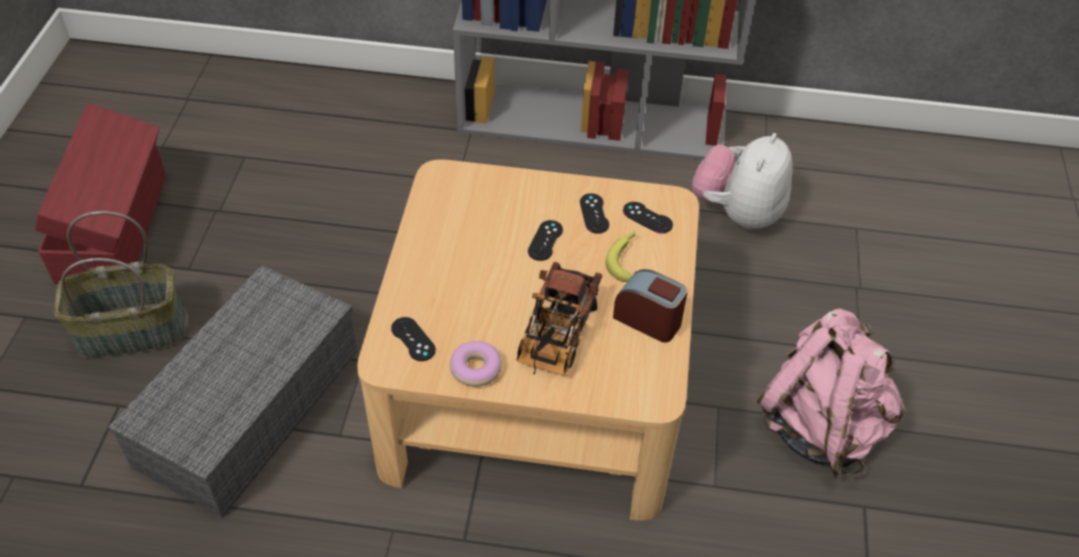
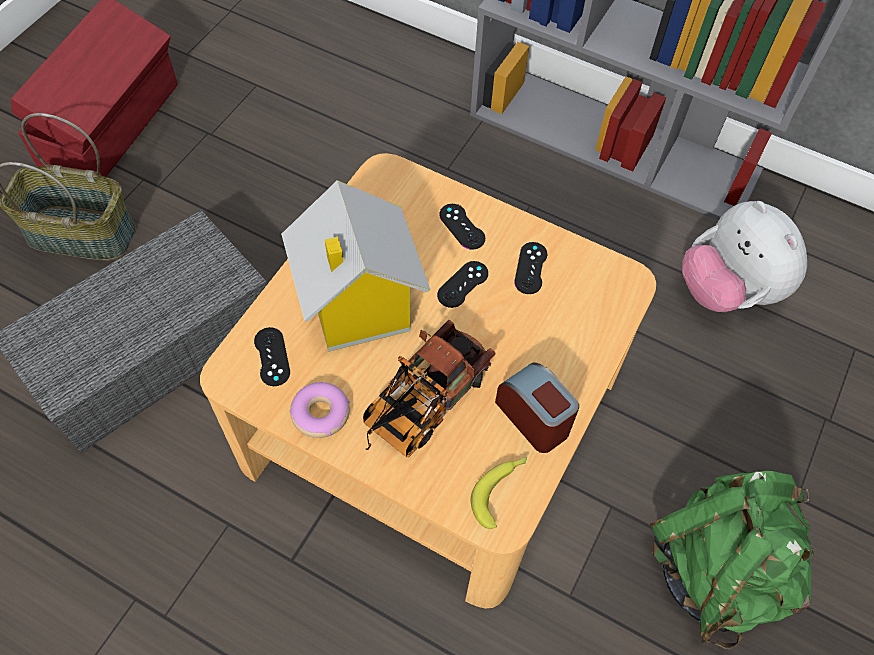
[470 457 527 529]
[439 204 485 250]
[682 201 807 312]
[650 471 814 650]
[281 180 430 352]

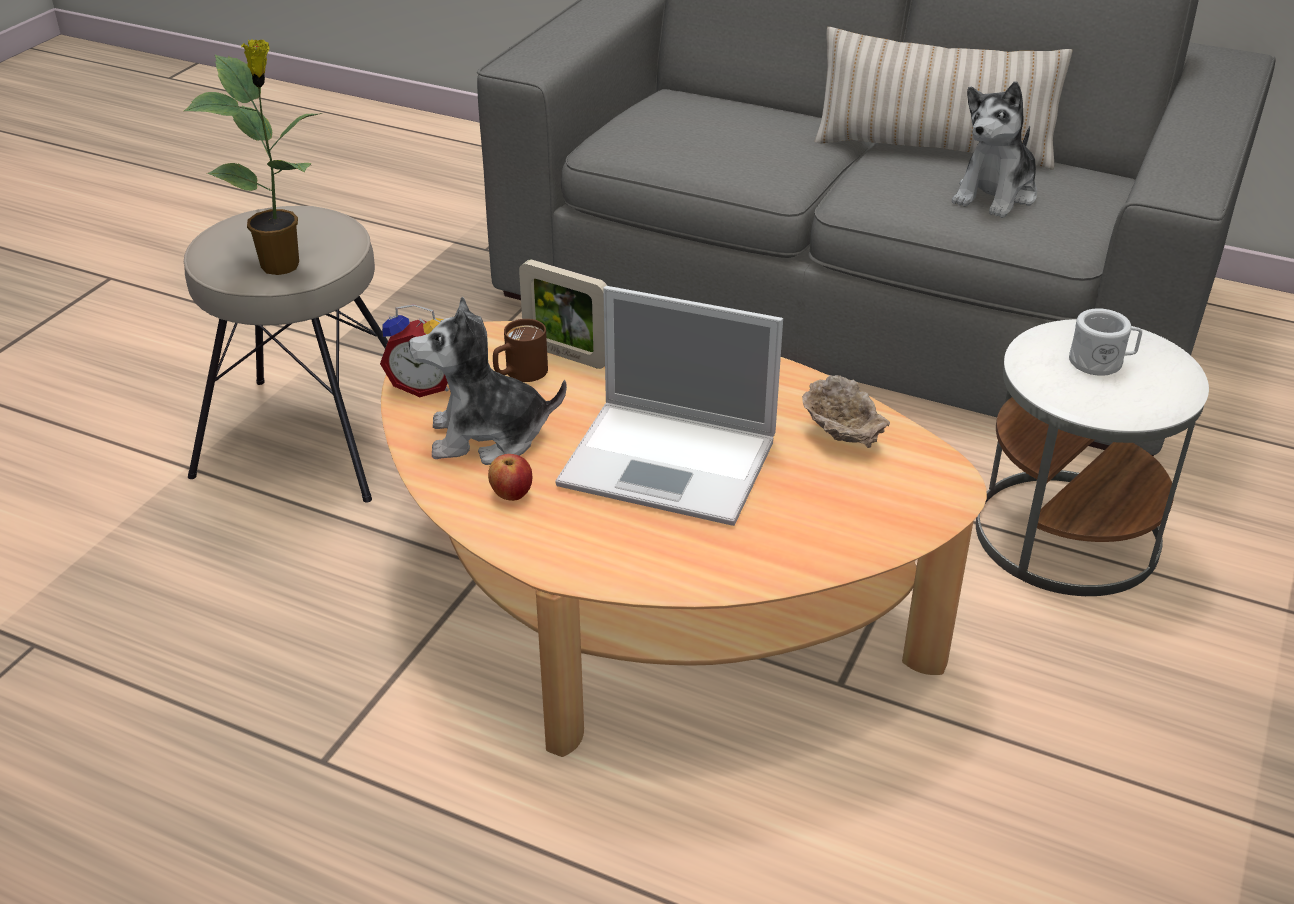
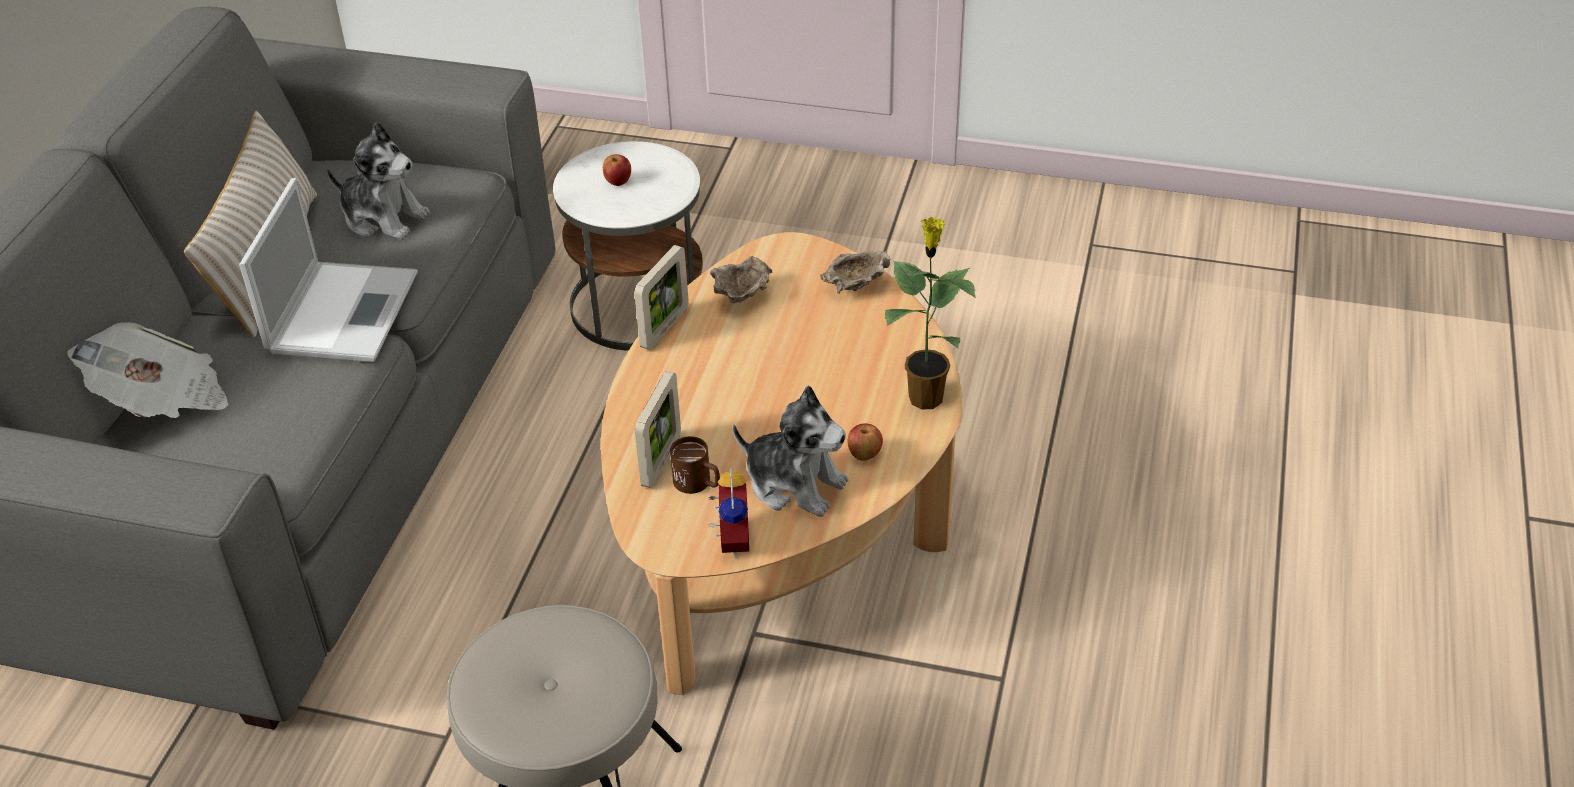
[884 217 976 409]
[733 386 849 517]
[239 178 417 362]
[603 154 631 186]
[67 322 229 418]
[634 245 689 350]
[820 250 891 294]

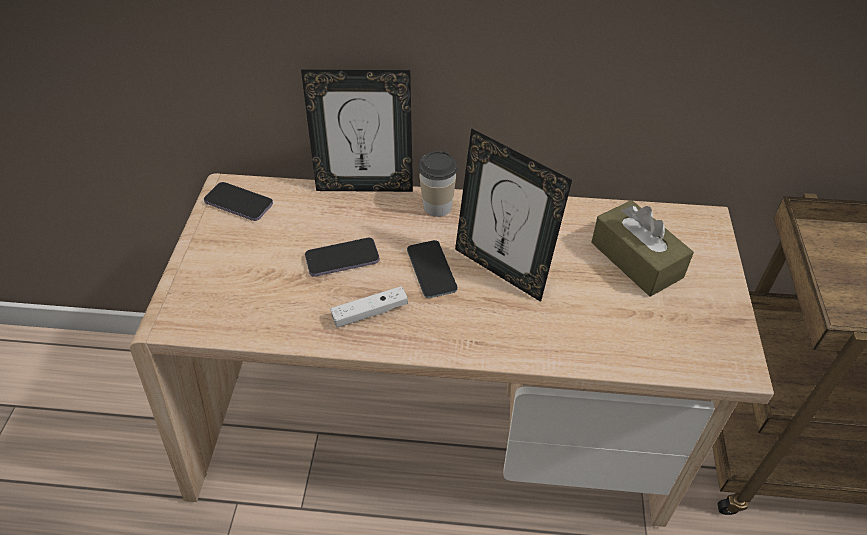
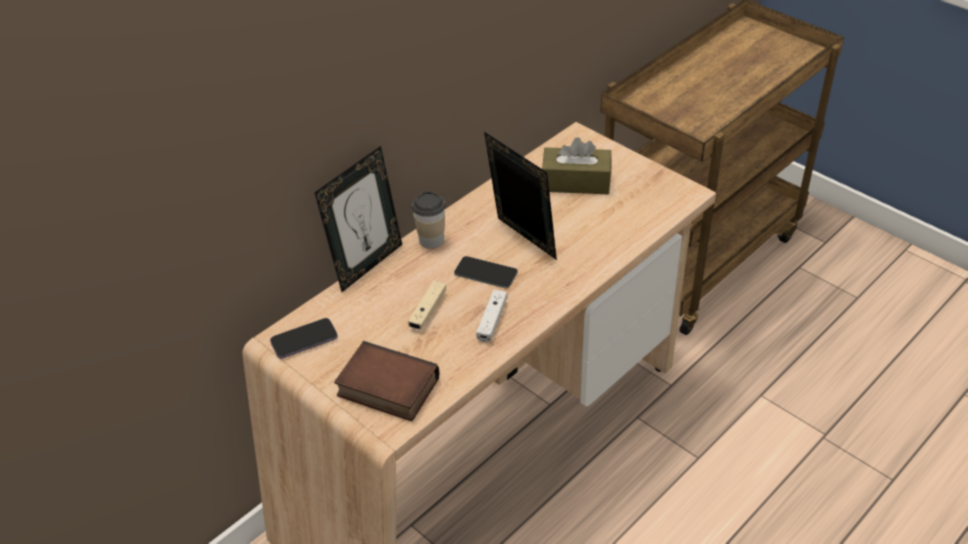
[408 281 446 330]
[484 132 557 260]
[334 341 440 421]

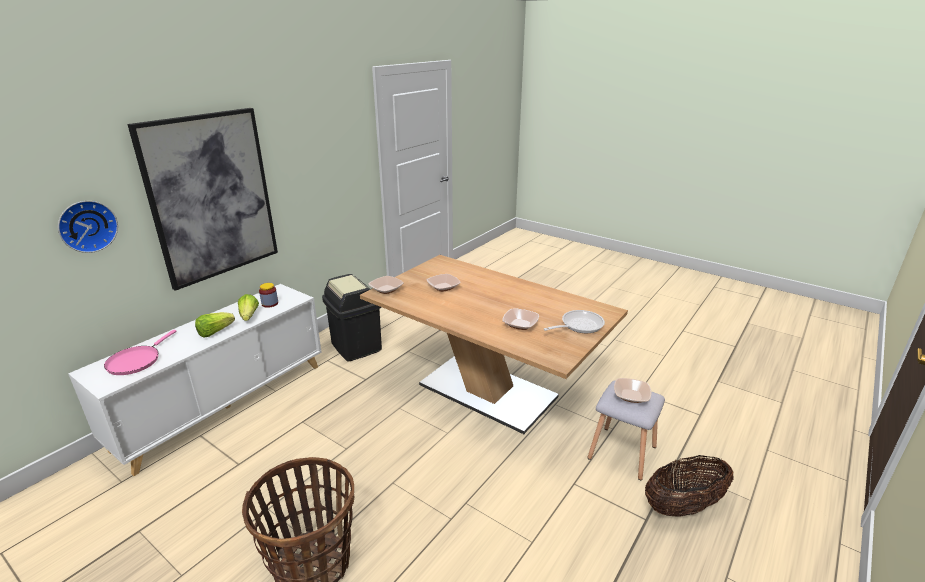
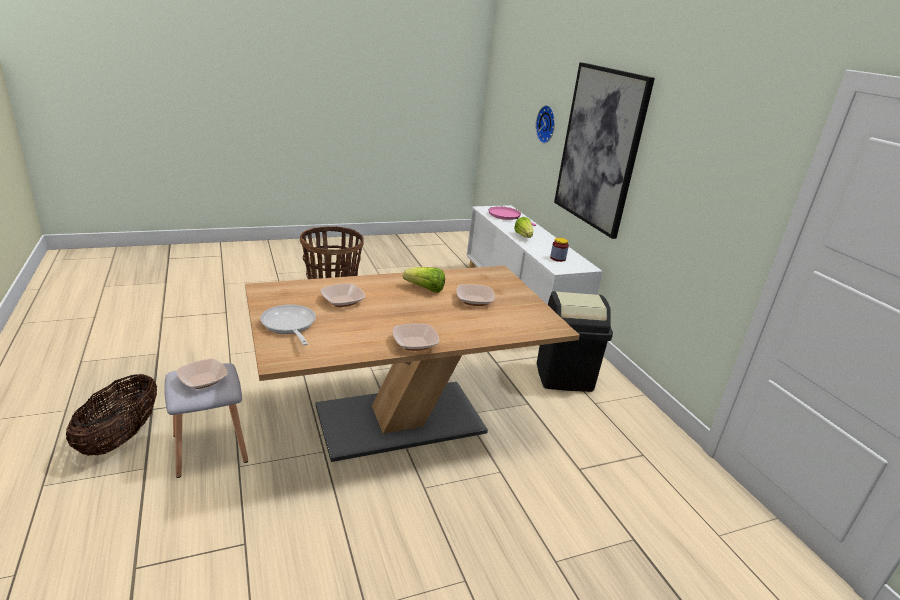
[403 267 445 293]
[392 323 439 351]
[260 305 316 345]

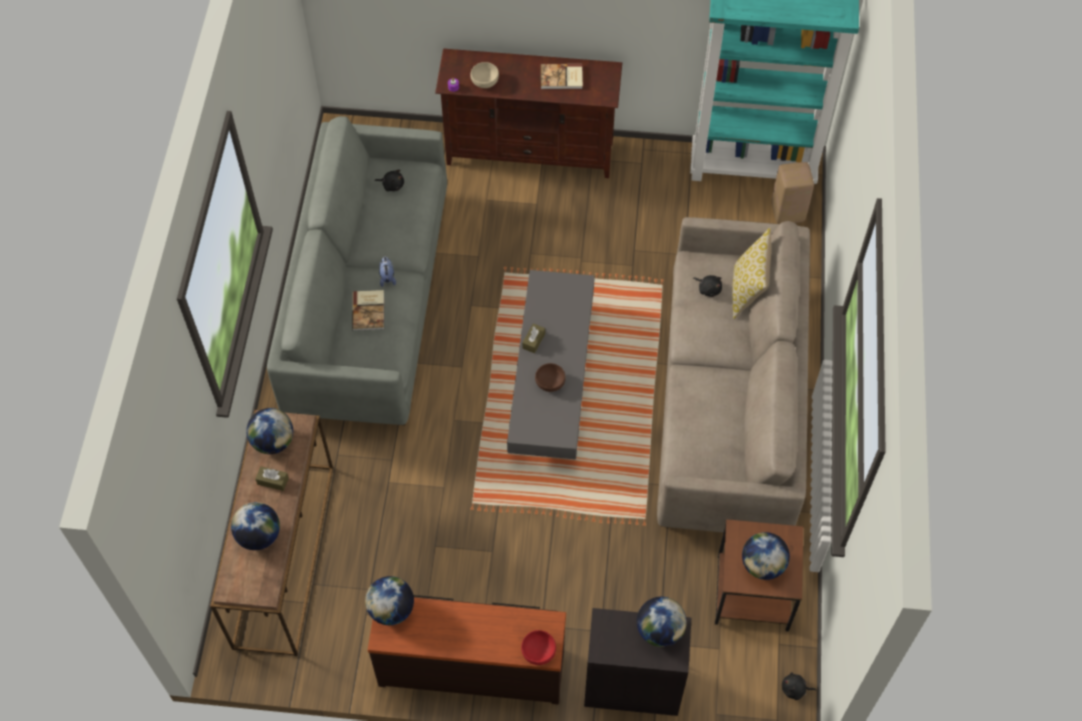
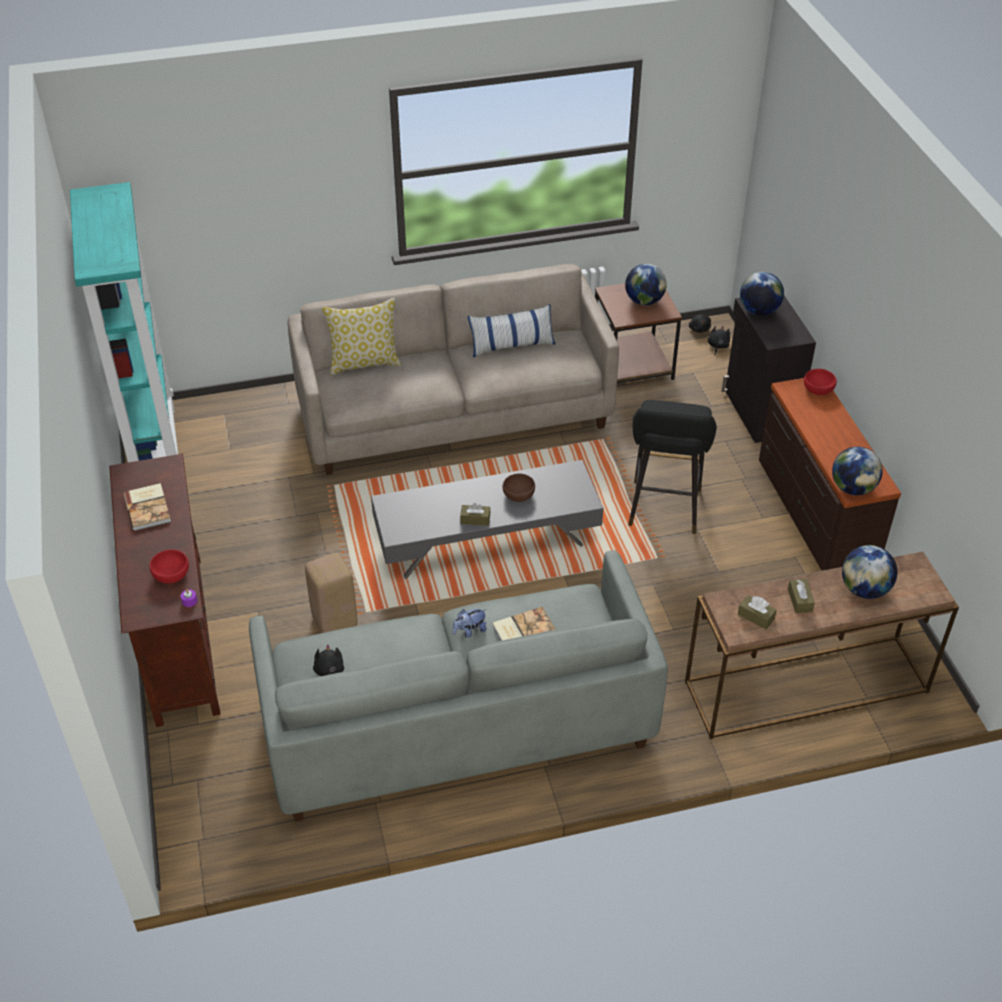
[738 595 777 629]
[150 549 189 583]
[708 326 730 355]
[305 553 358 633]
[467 304 555 358]
[628 400 717 534]

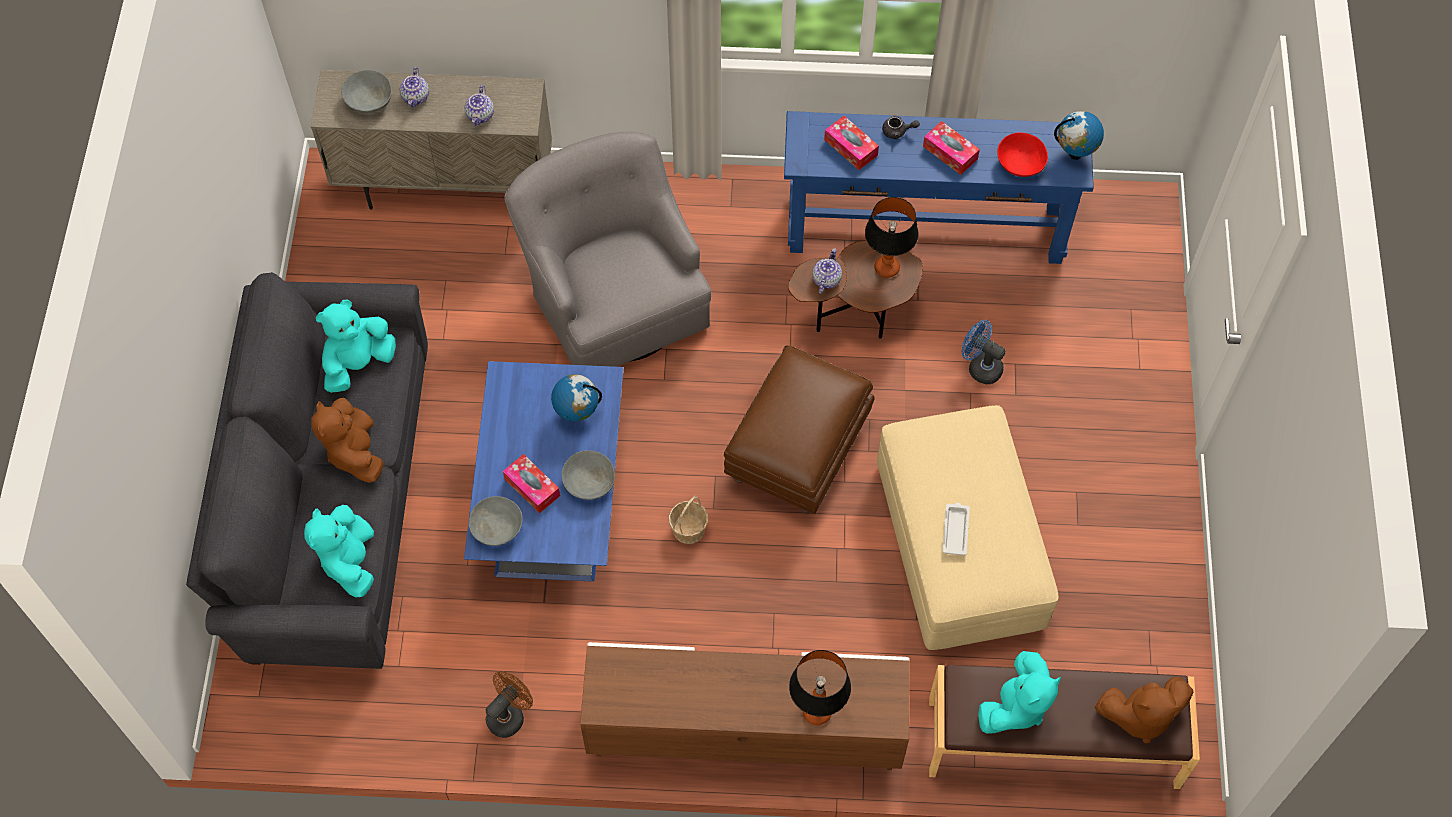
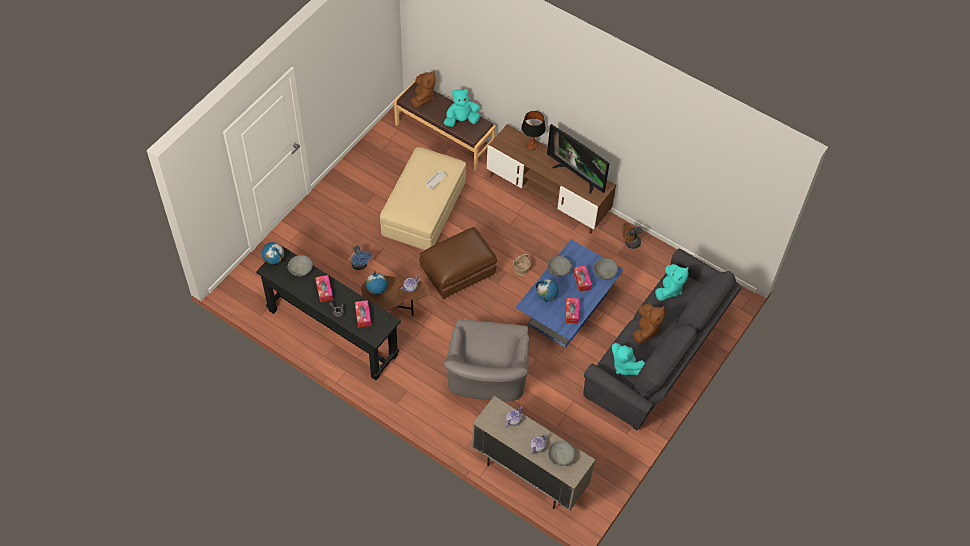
[612 343 646 375]
[256 246 401 380]
[366 271 387 295]
[288 255 313 277]
[410 71 436 108]
[547 124 610 194]
[565 298 579 324]

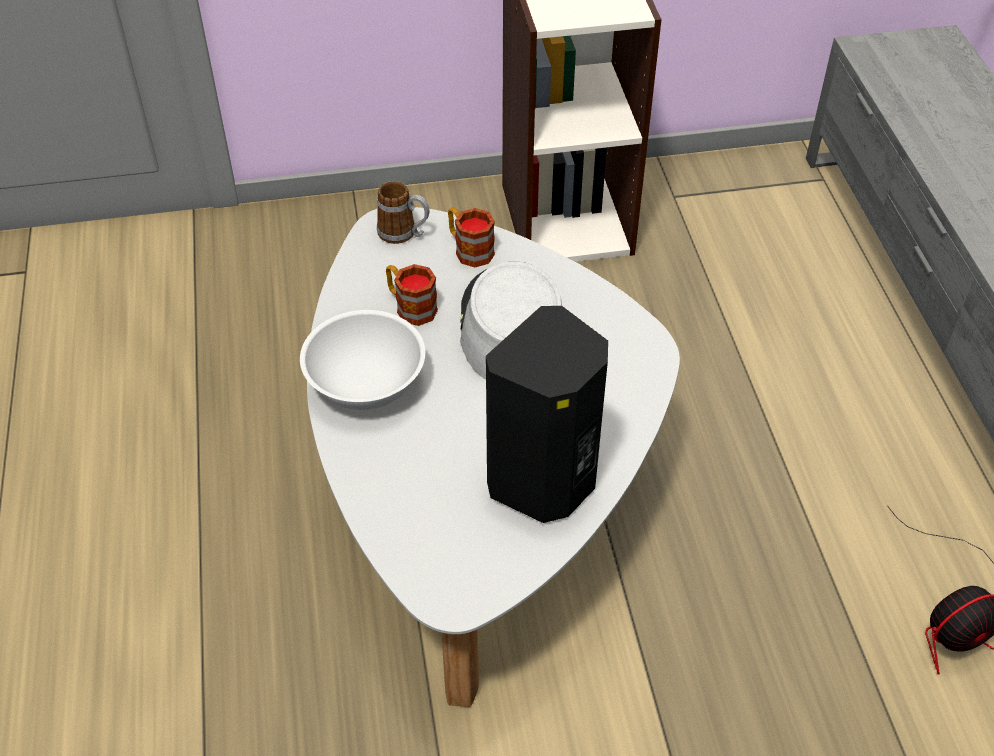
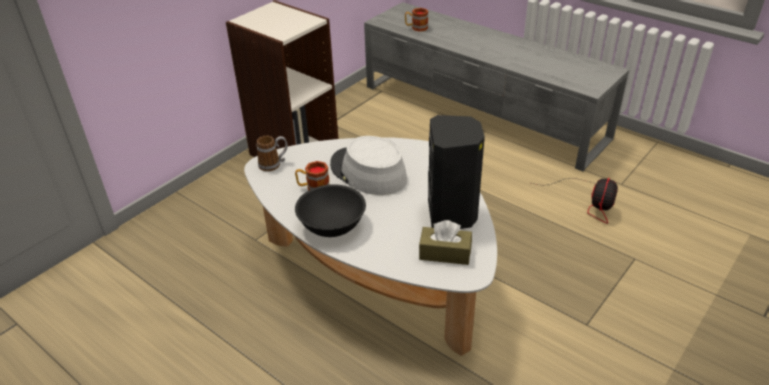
[295 184 366 237]
[405 8 428 32]
[419 220 472 265]

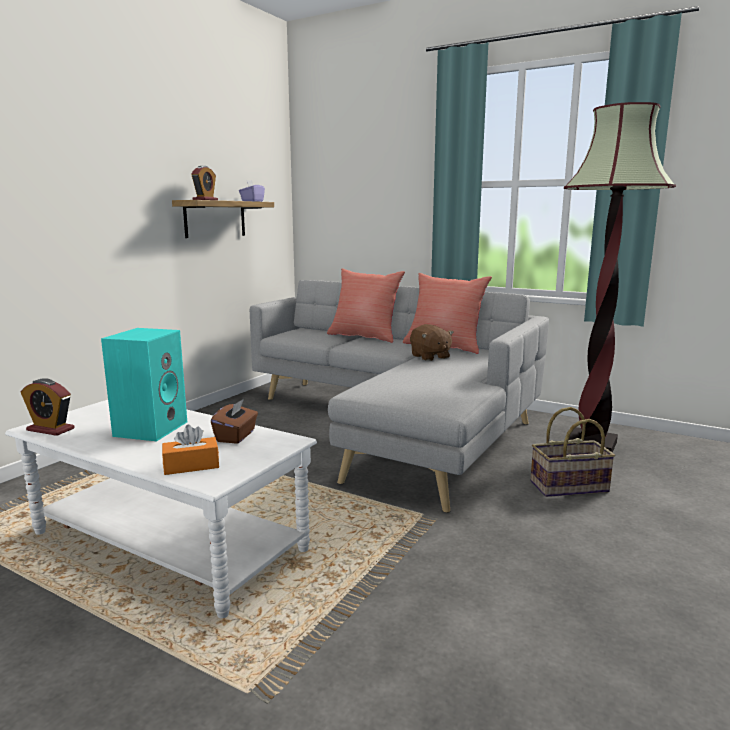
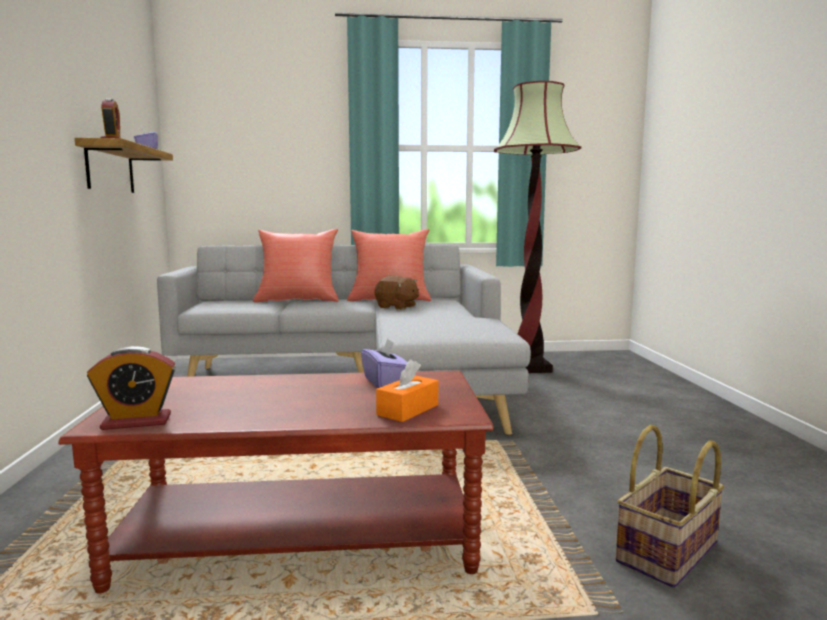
[58 370 494 594]
[101 328 187 441] (first image)
[361 338 408 388]
[615 425 725 588]

